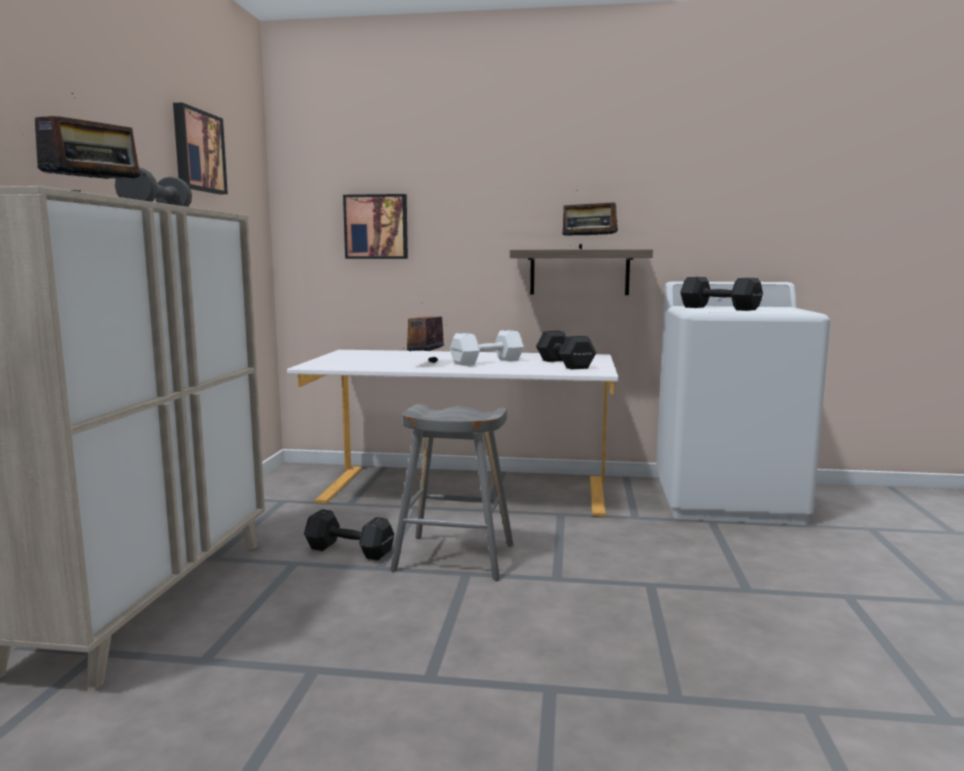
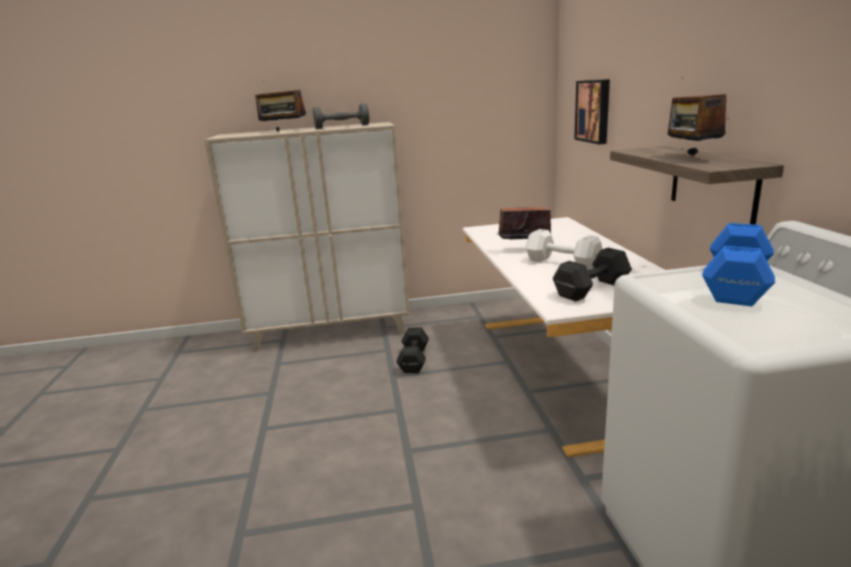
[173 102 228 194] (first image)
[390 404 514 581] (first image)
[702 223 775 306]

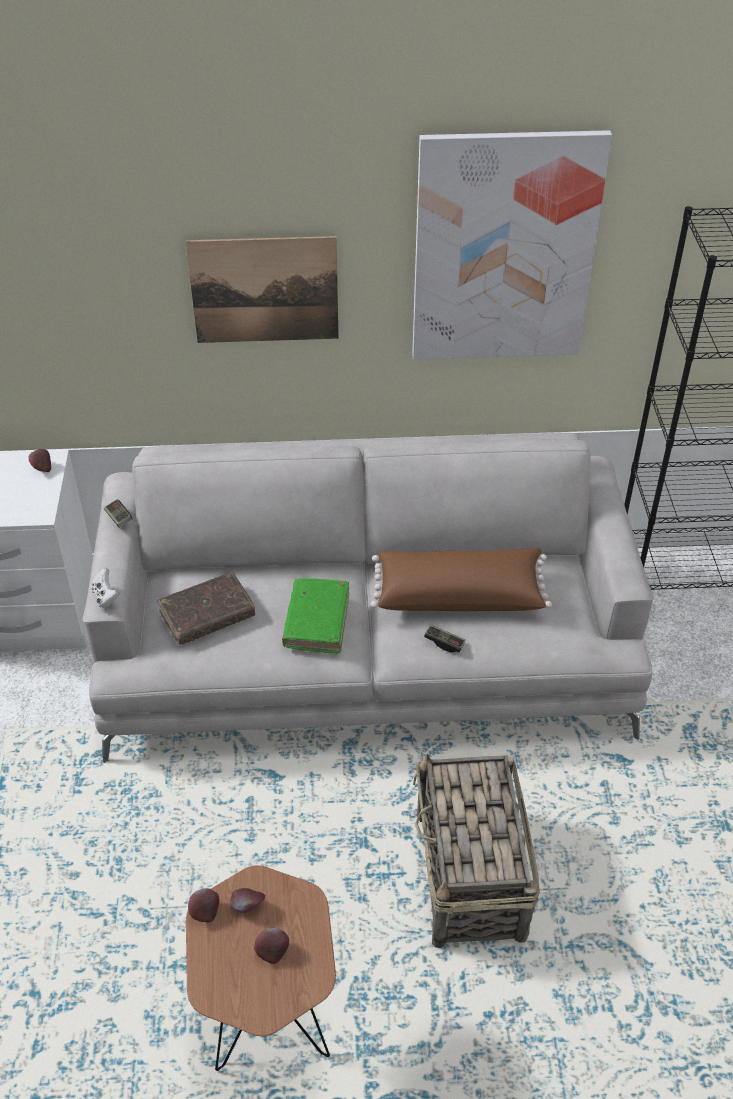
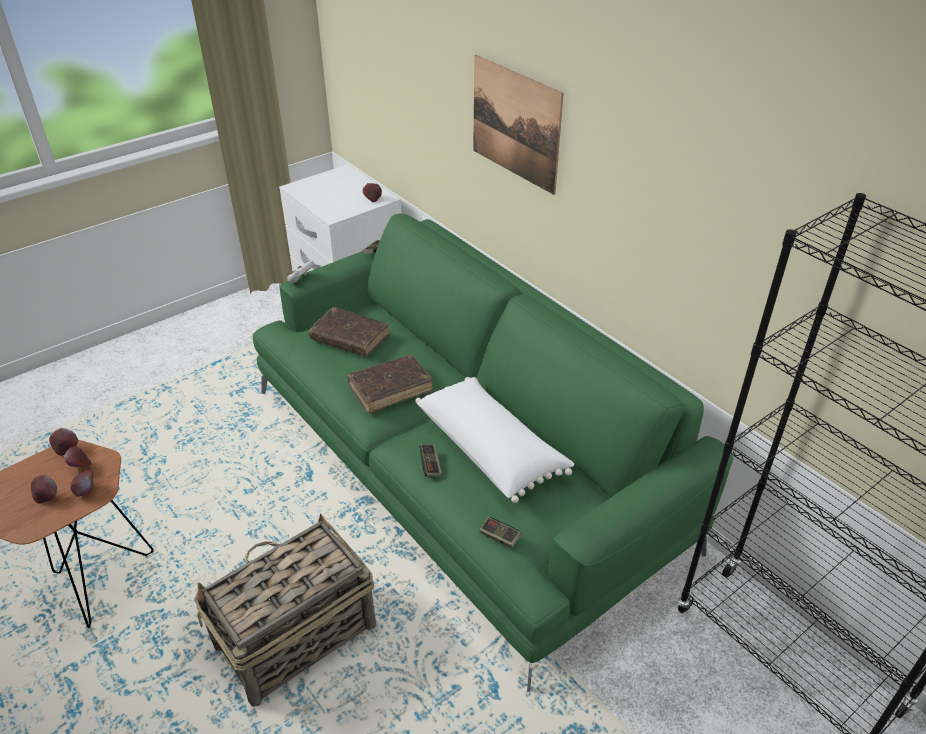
[253 214 733 692]
[347 355 433 414]
[415 377 574 503]
[412 130 612 360] (first image)
[71 470 93 497]
[479 517 521 548]

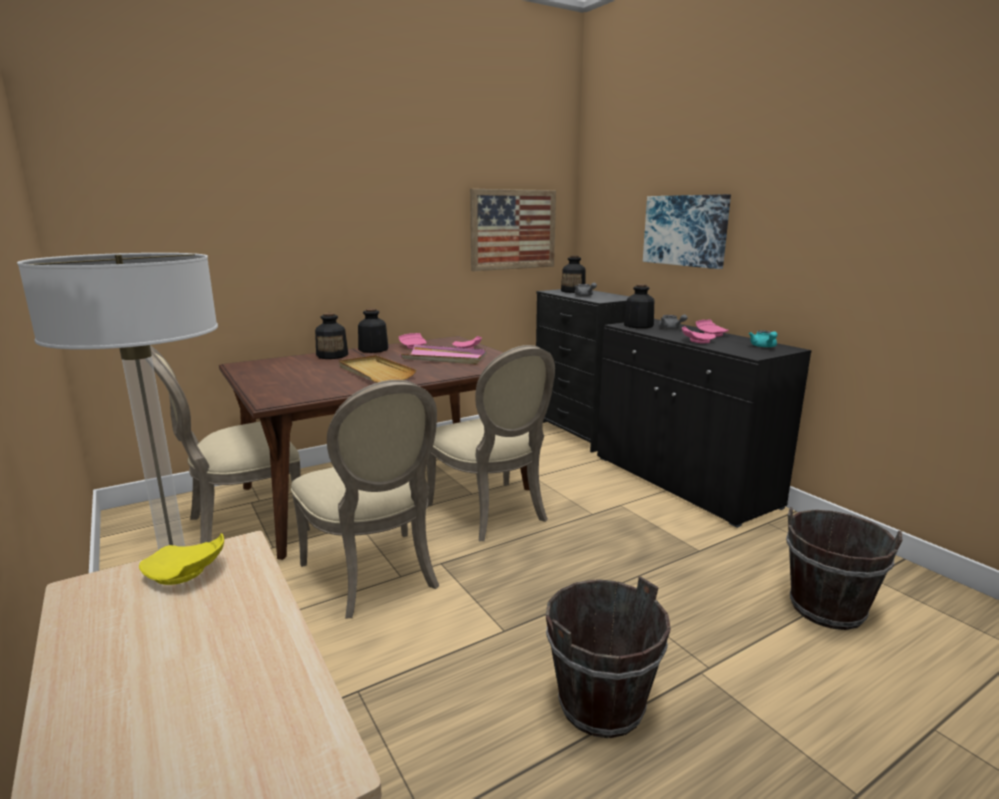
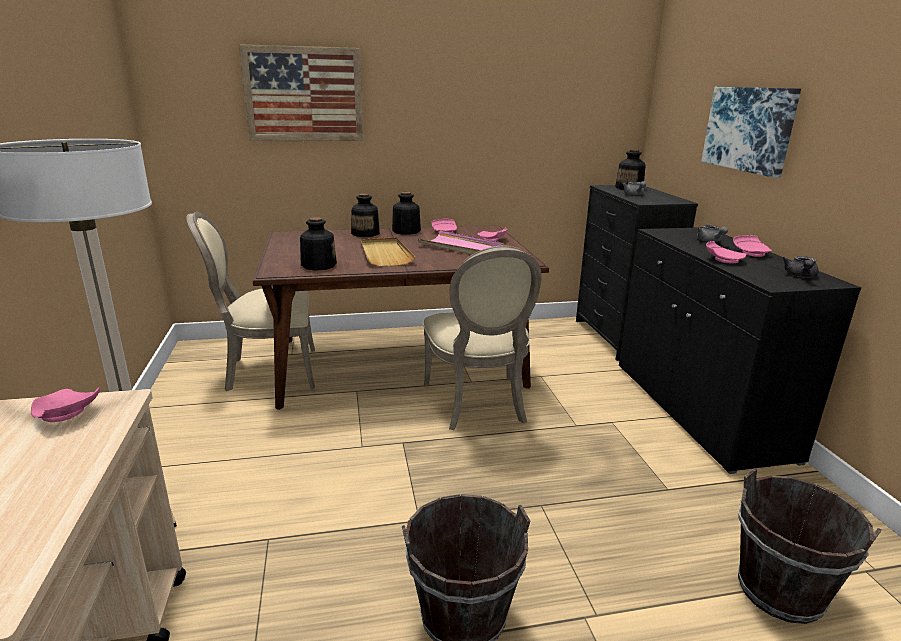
[31 387 100 422]
[291 380 439 618] (first image)
[239 44 363 141]
[300 217 337 271]
[782 256 819 278]

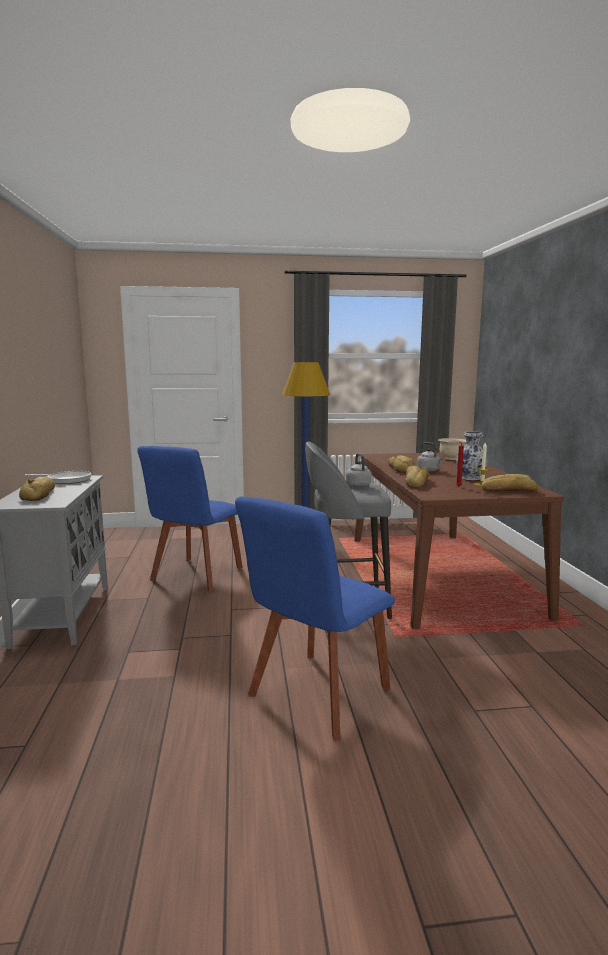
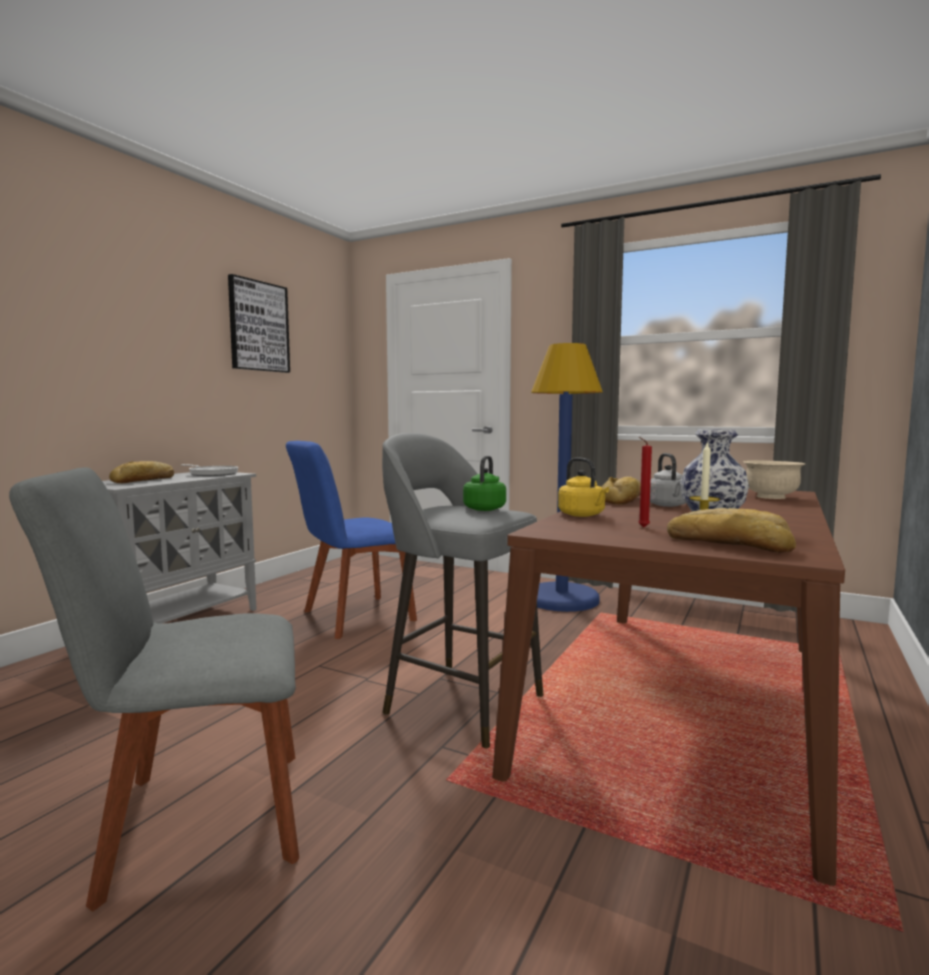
[9 467 299 912]
[463 456 506 511]
[558 457 609 517]
[228 274 290 373]

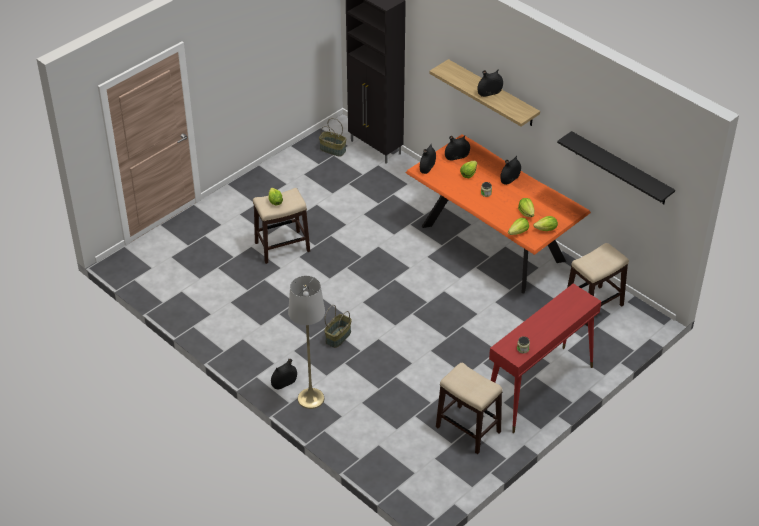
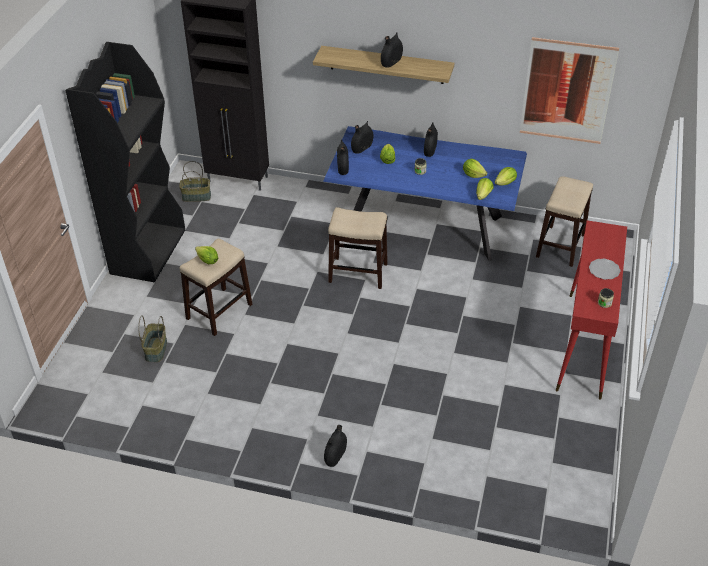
[288 276 325 409] (first image)
[138 315 167 362]
[323 126 527 261]
[328 207 388 289]
[520 37 619 144]
[65 42 185 282]
[589 259 620 280]

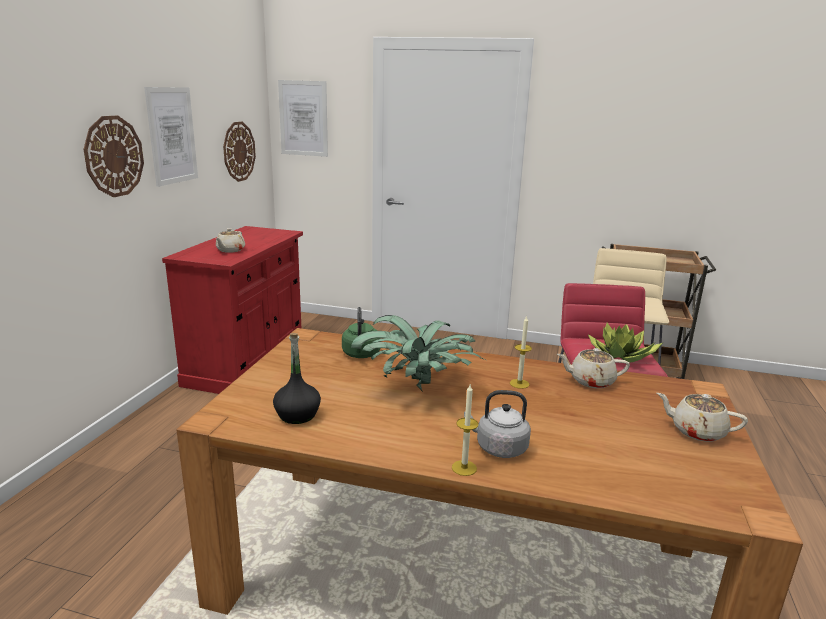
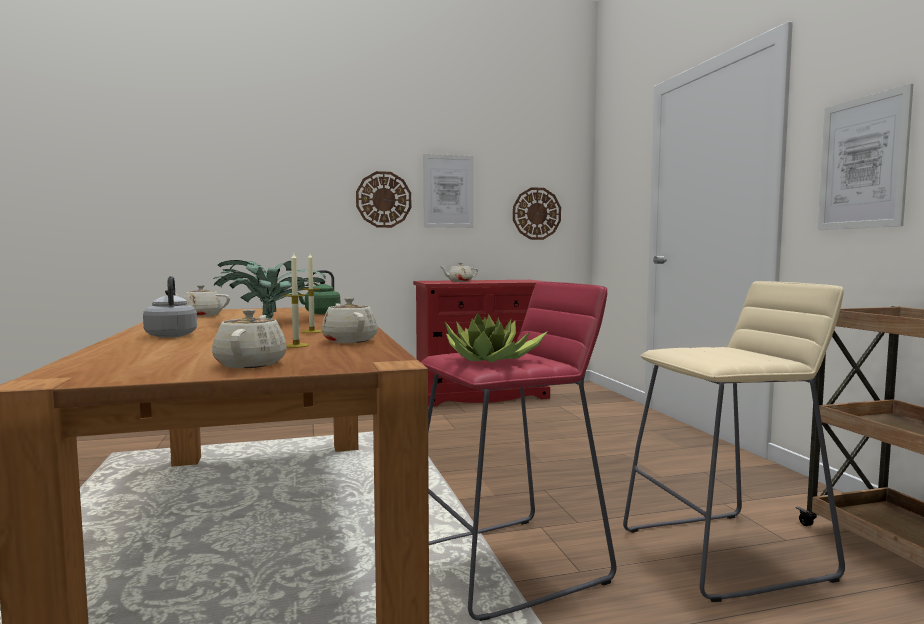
[175 285 230 317]
[818 84 913 230]
[284 251 309 348]

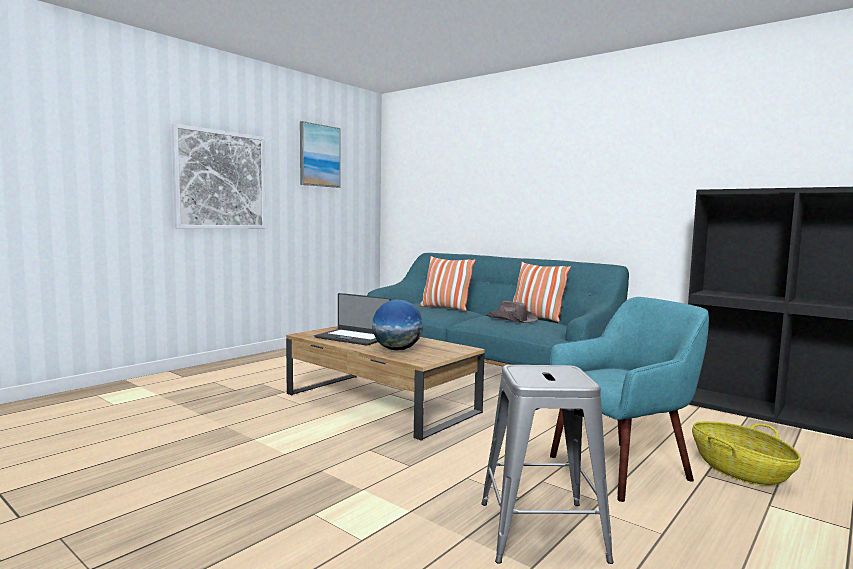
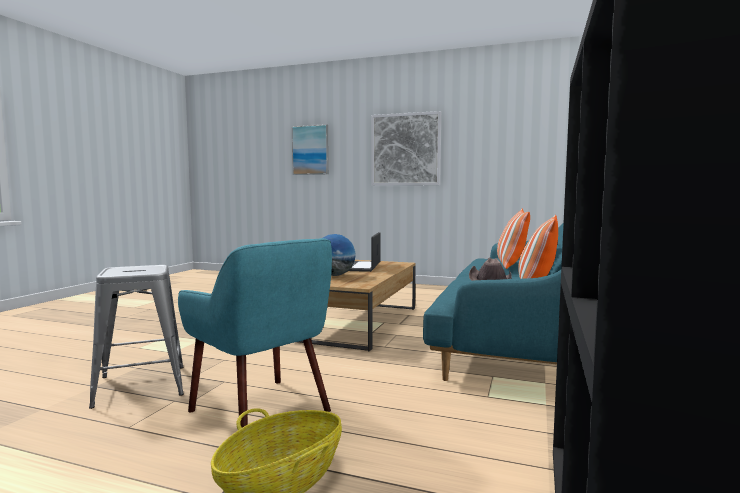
[292 124 329 175]

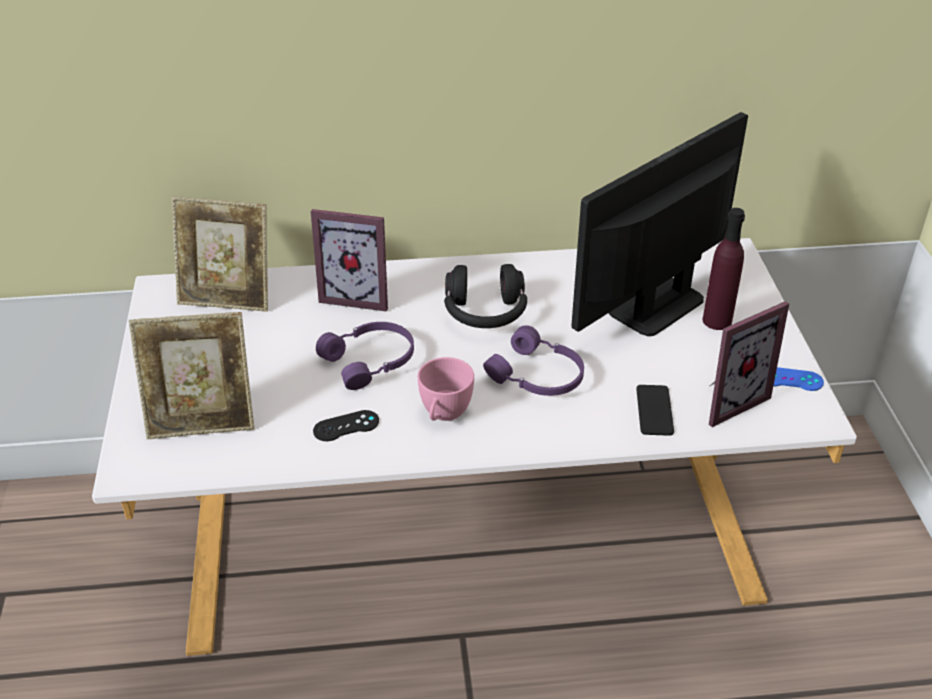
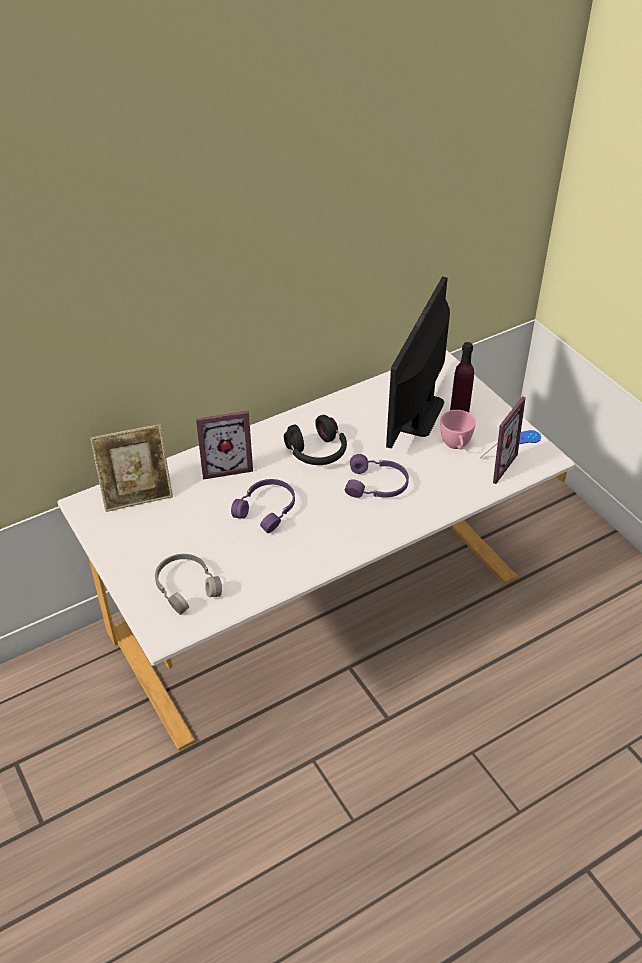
[155 554 222 615]
[313 410 379 441] (first image)
[440 410 476 450]
[636 385 674 436] (first image)

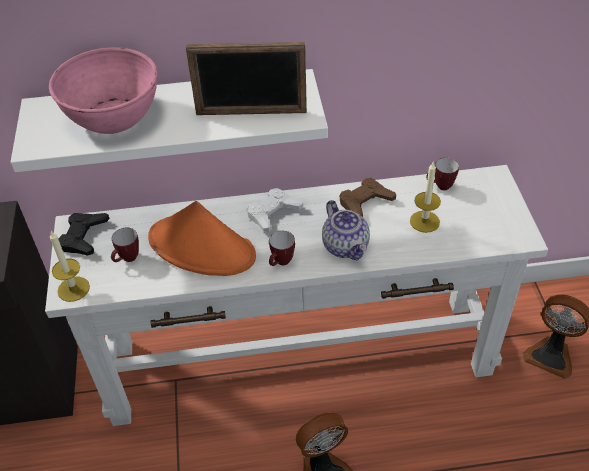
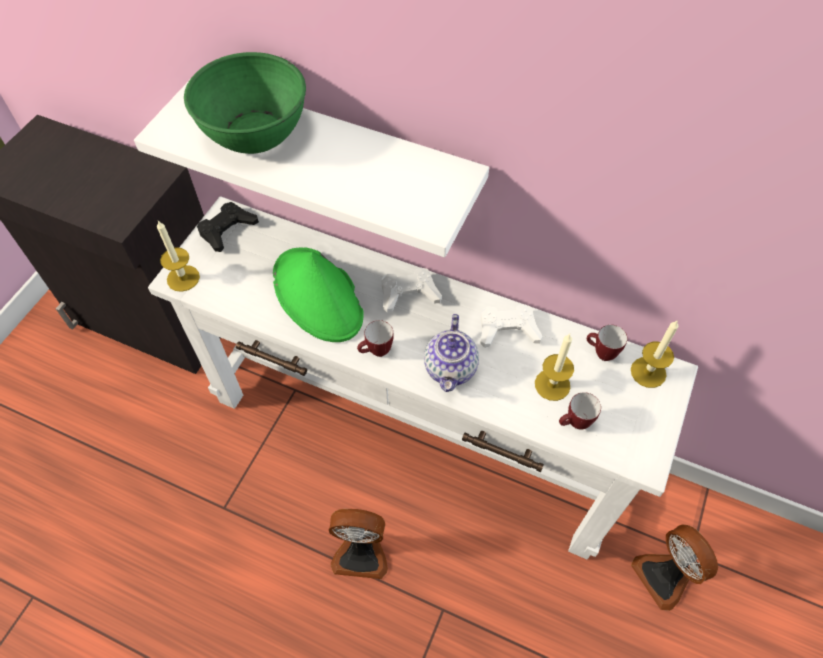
[184 52 306 154]
[559 392 601 429]
[273 247 364 342]
[186 42 307 115] (first image)
[480 304 543 348]
[631 321 678 388]

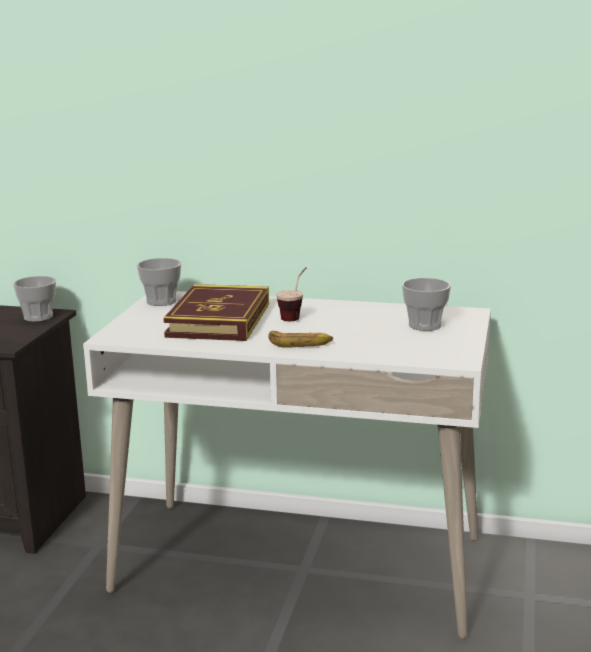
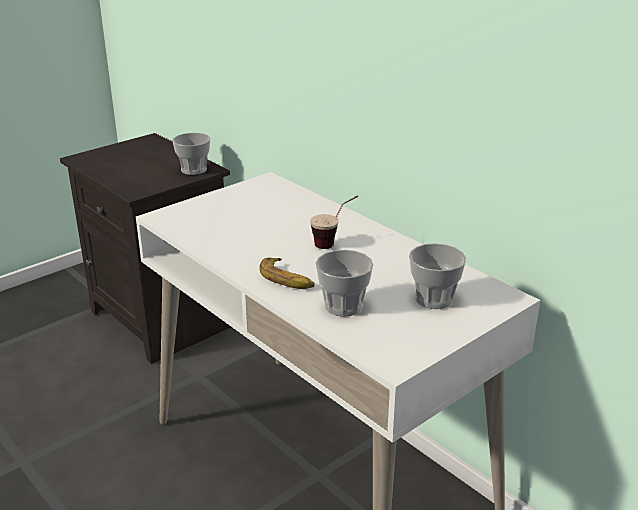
[315 250 373 317]
[163 284 269 341] (first image)

